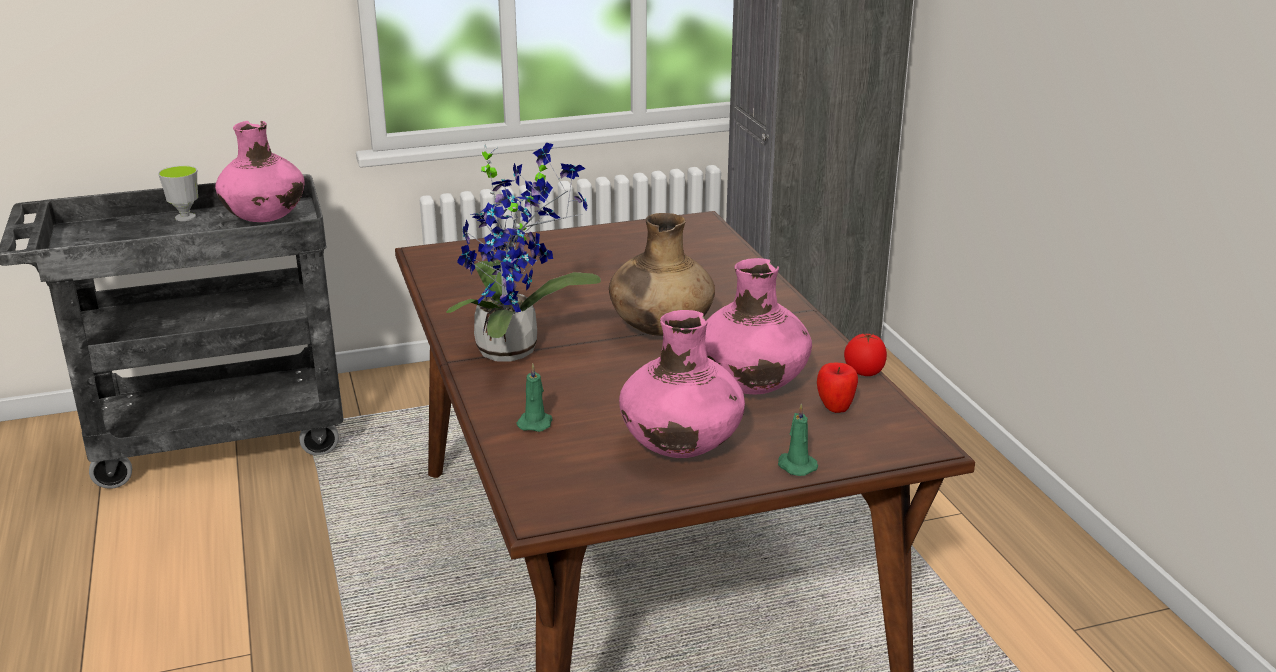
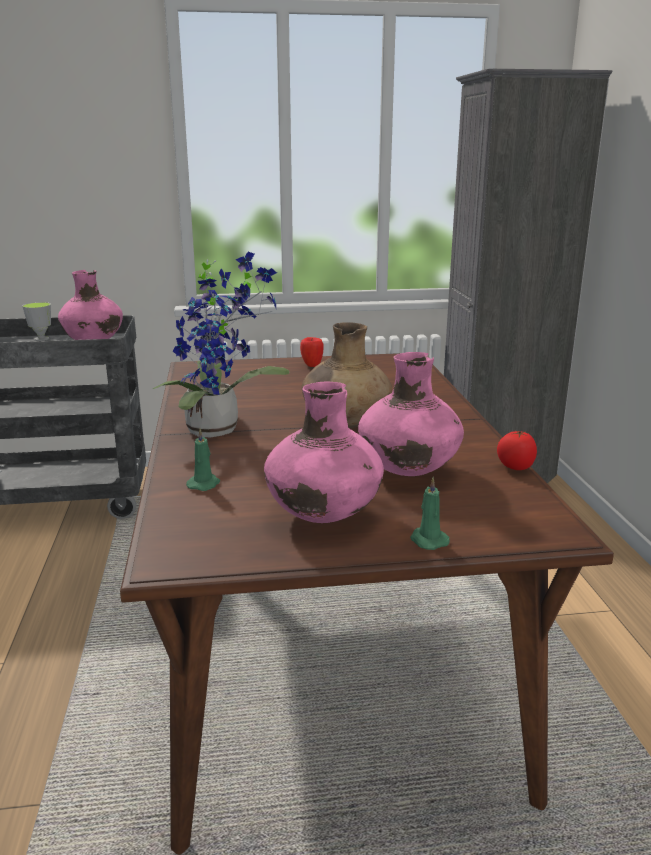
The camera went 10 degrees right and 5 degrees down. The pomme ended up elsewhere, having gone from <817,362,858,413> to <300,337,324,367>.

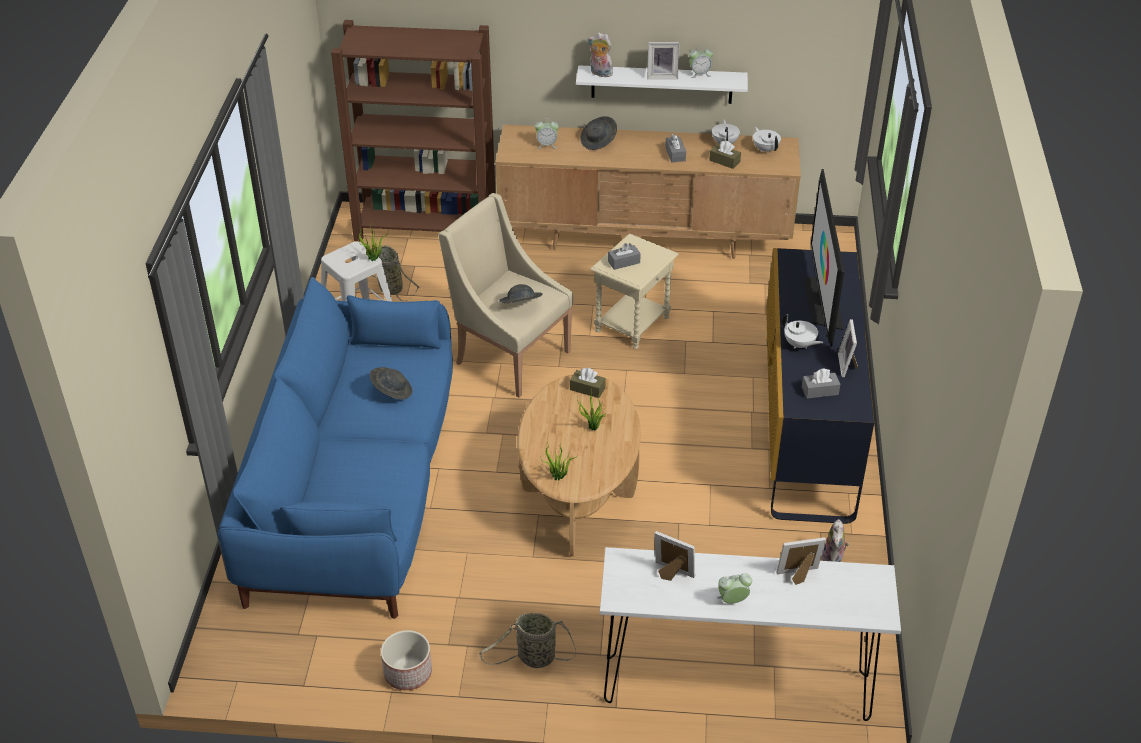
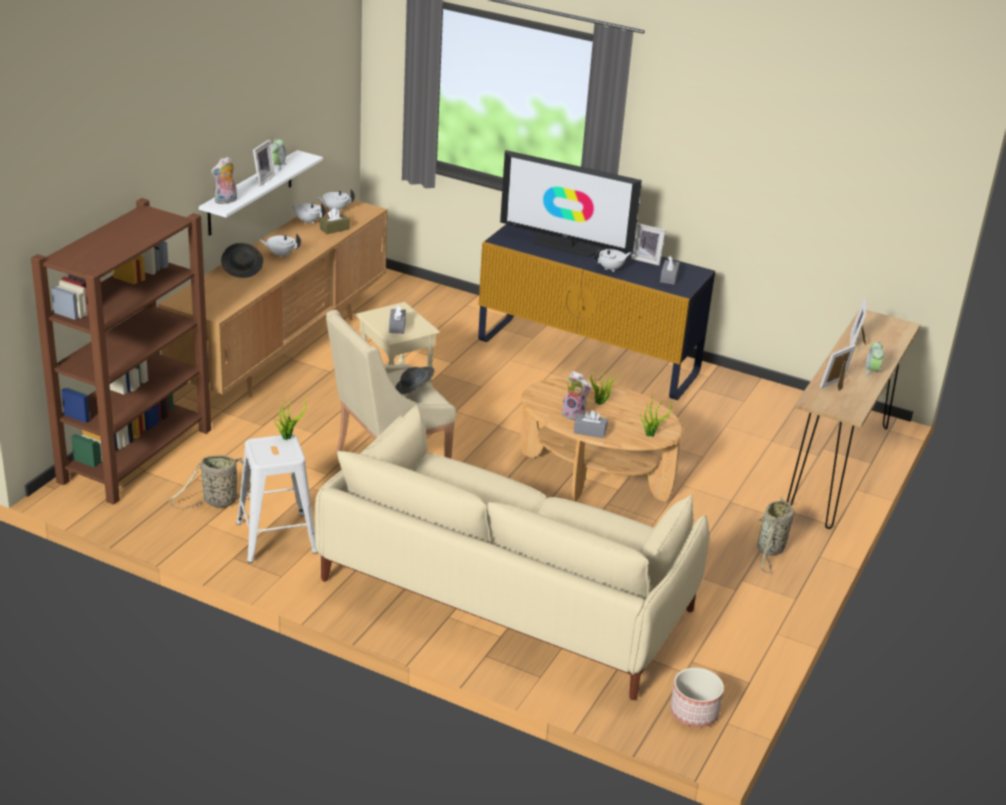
The camera went 70 degrees left and 10 degrees down. The second view gained the théière/blanc at <259,233,301,258>. What was the canapé/bleu at <218,277,453,619> turned into the canapé/beige at <315,405,709,700>. The peluche ended up elsewhere, having gone from <821,519,849,562> to <561,371,592,421>. The boîte à mouchoirs/gris ended up elsewhere, having gone from <665,134,686,162> to <574,410,608,438>. The cache-pot ended up elsewhere, having gone from <381,630,432,690> to <670,668,724,727>. What was the table console/blanc at <600,547,901,721> turned into the table console/marron at <787,309,921,529>. The second view lost the chapeau/gris at <370,367,412,400>. The second view lost the réveil at <535,119,559,148>. The second view lost the boîte à mouchoirs/marron at <570,368,606,398>.

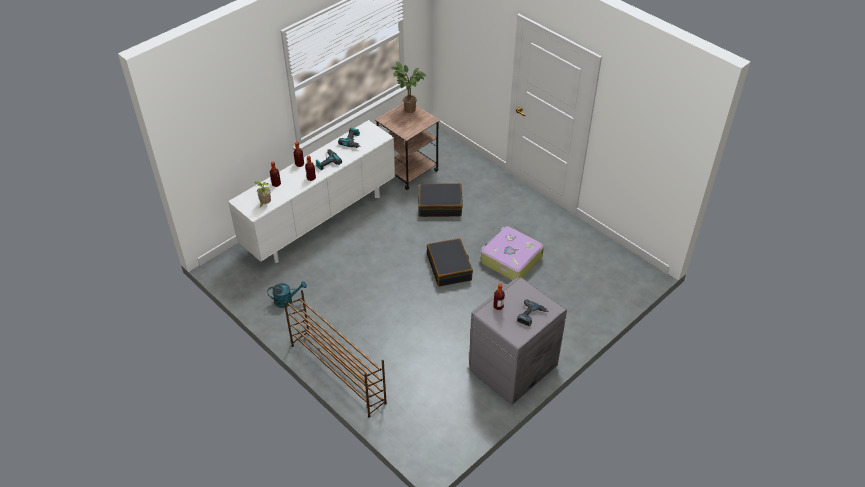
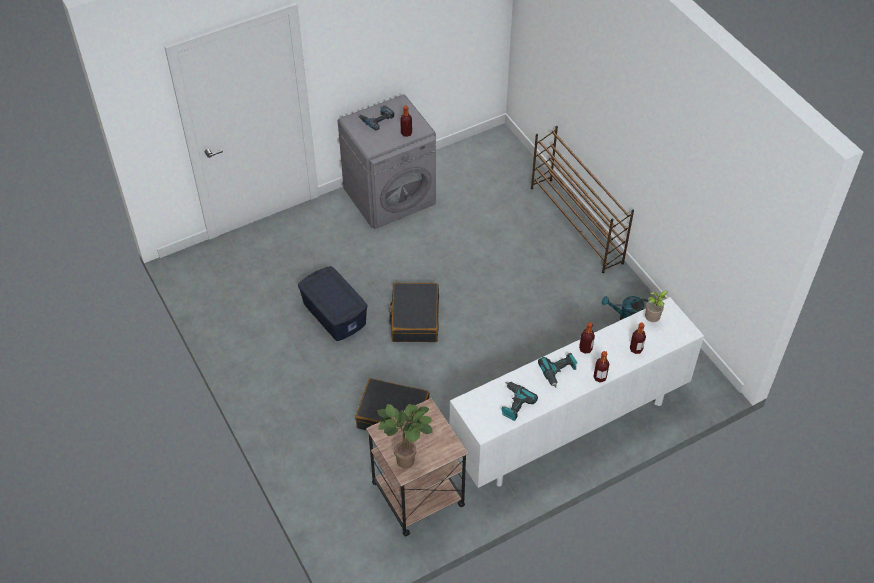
The camera went 165 degrees left and 5 degrees up. Where the valise stood at <481,226,544,280>, the boîte de rangement/bleu came to stand at <298,266,368,341>.

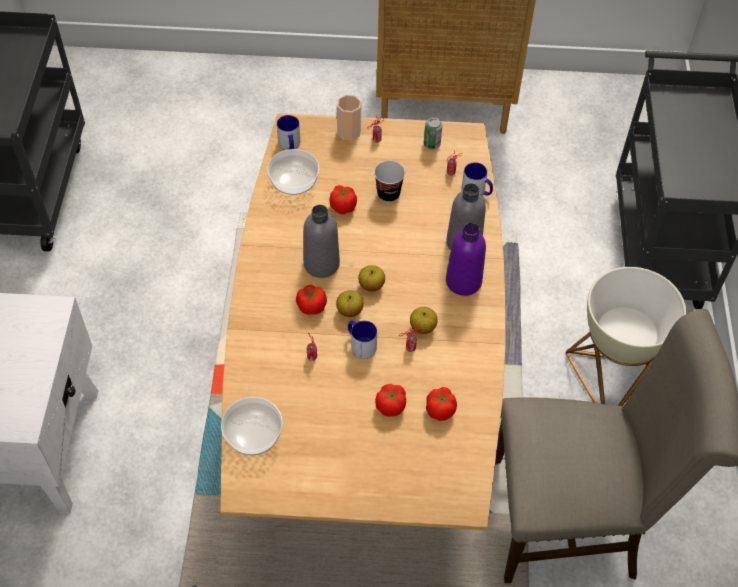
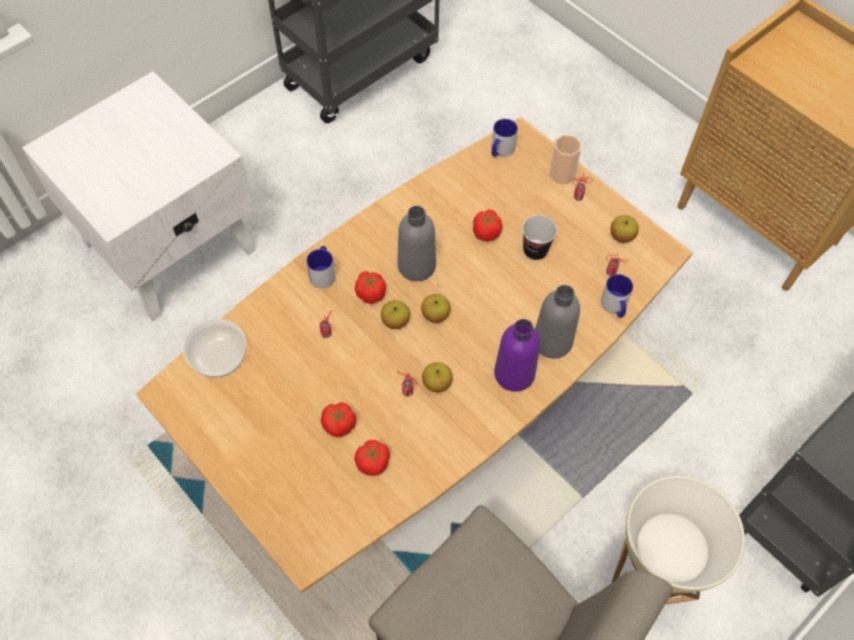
The camera went 45 degrees right and 5 degrees up. The mug ended up elsewhere, having gone from <348,321,377,359> to <306,246,336,288>. Where the boîte métallique stood at <424,117,442,150>, the pomme came to stand at <611,215,639,242>. The second view lost the bol at <267,149,319,195>.

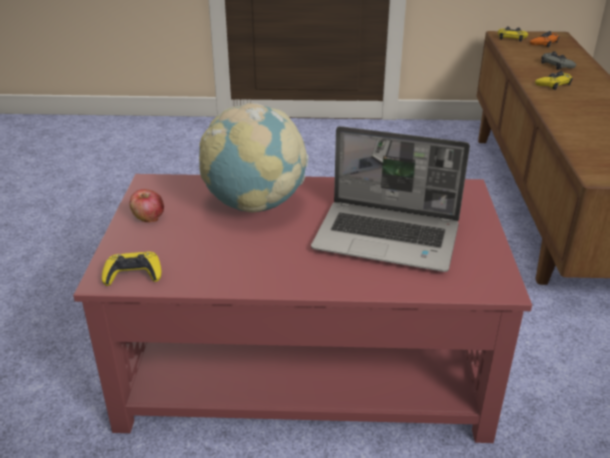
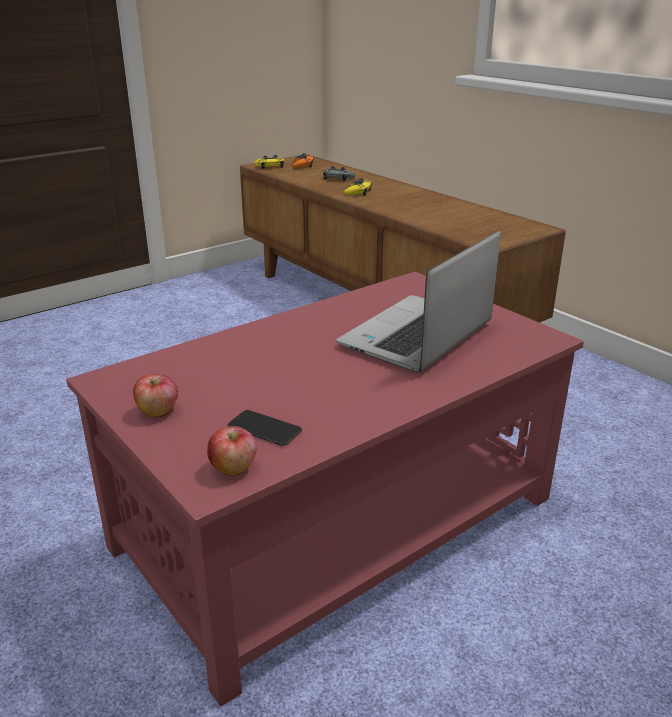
The camera went 40 degrees left and 5 degrees down. Where the manette/jaune stood at <102,252,161,286>, the pomme came to stand at <207,426,257,476>. The second view gained the téléphone at <228,410,302,446>. The ordinateur portable at <311,126,470,272> ended up facing another way, 150 degrees clockwise from before. The second view lost the globe at <199,103,309,212>.

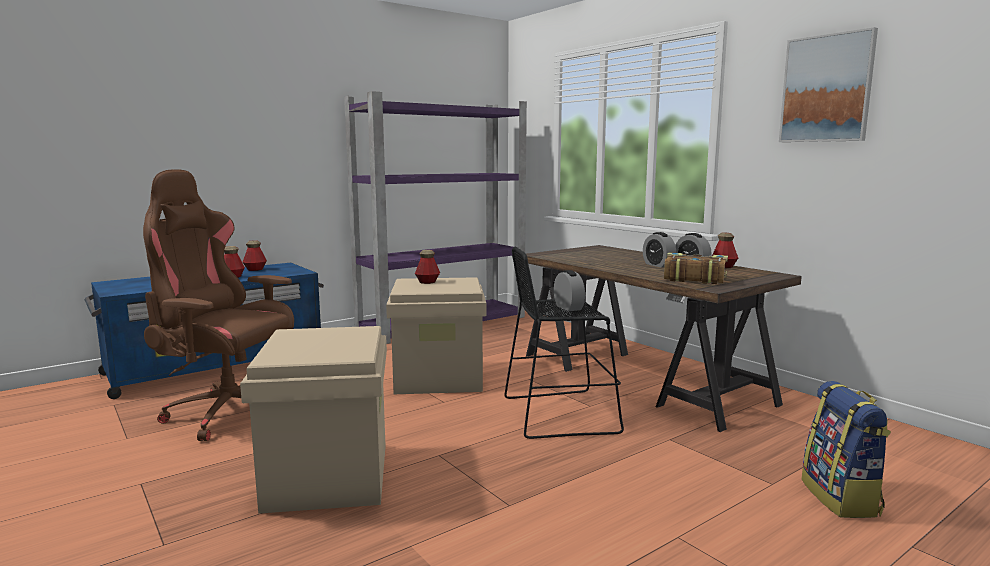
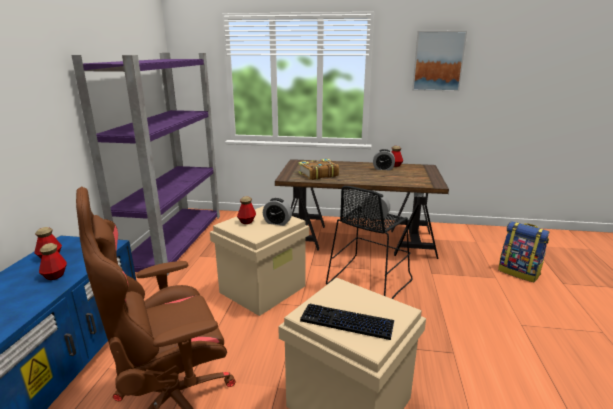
The camera went 45 degrees left and 10 degrees up. The réveil ended up elsewhere, having gone from <643,232,676,268> to <263,198,292,226>. The livre ended up elsewhere, having gone from <664,252,728,284> to <298,159,339,180>. The second view gained the clavier at <300,304,394,340>.

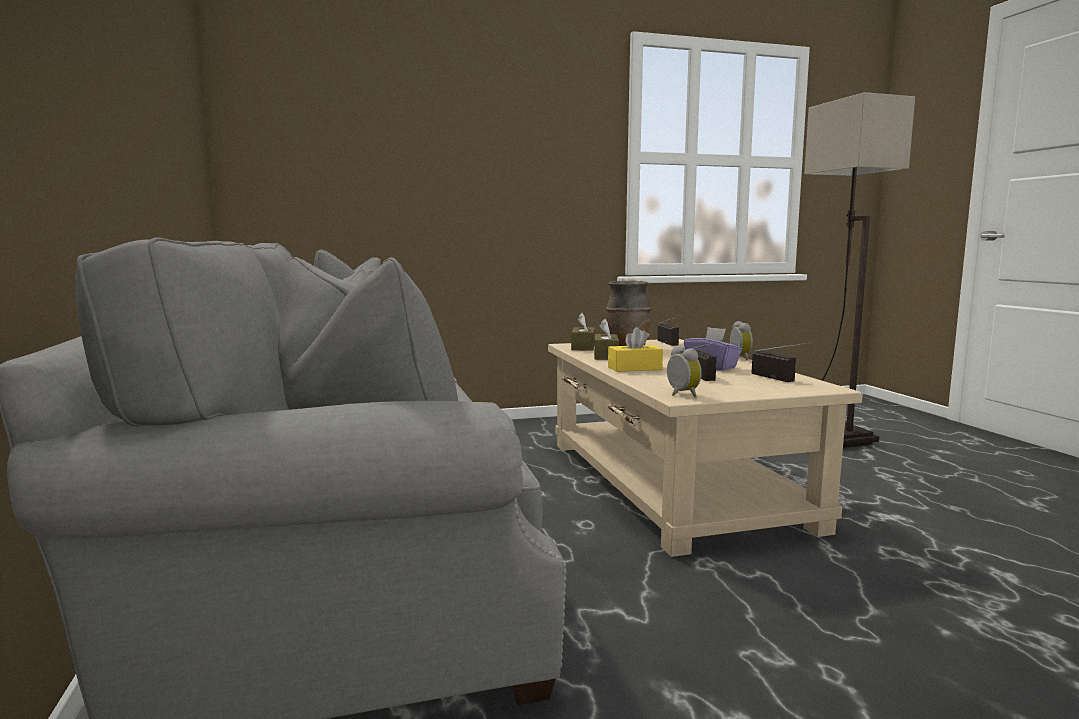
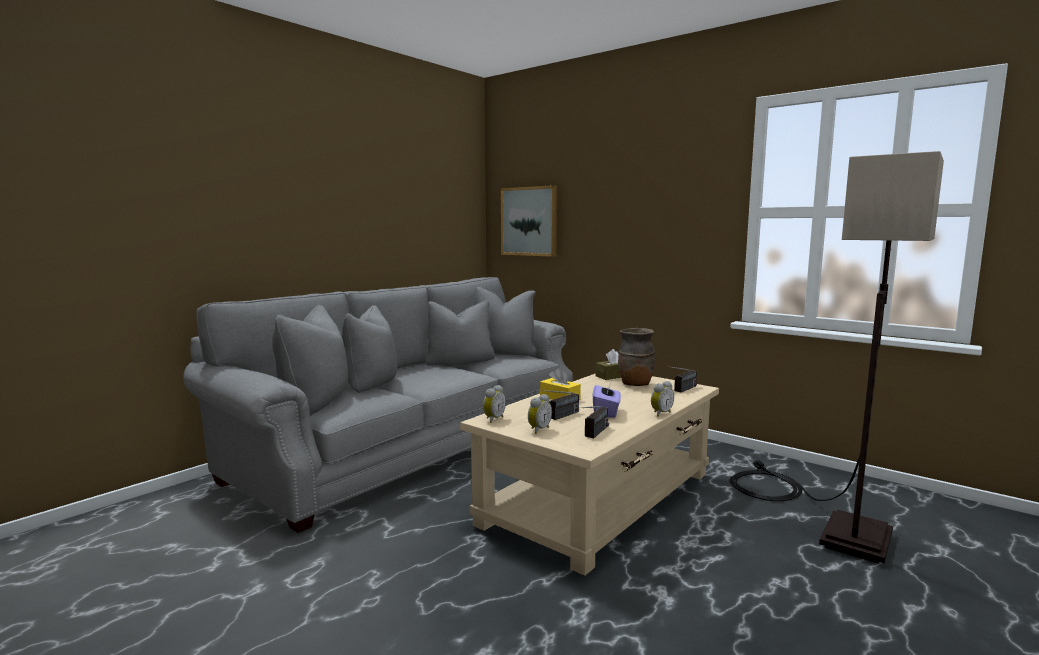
The camera went 55 degrees right and 0 degrees up. The second view gained the tableau at <501,185,557,257>. The second view gained the réveil at <528,394,552,434>. The second view lost the boîte à mouchoirs/marron at <594,319,619,360>.

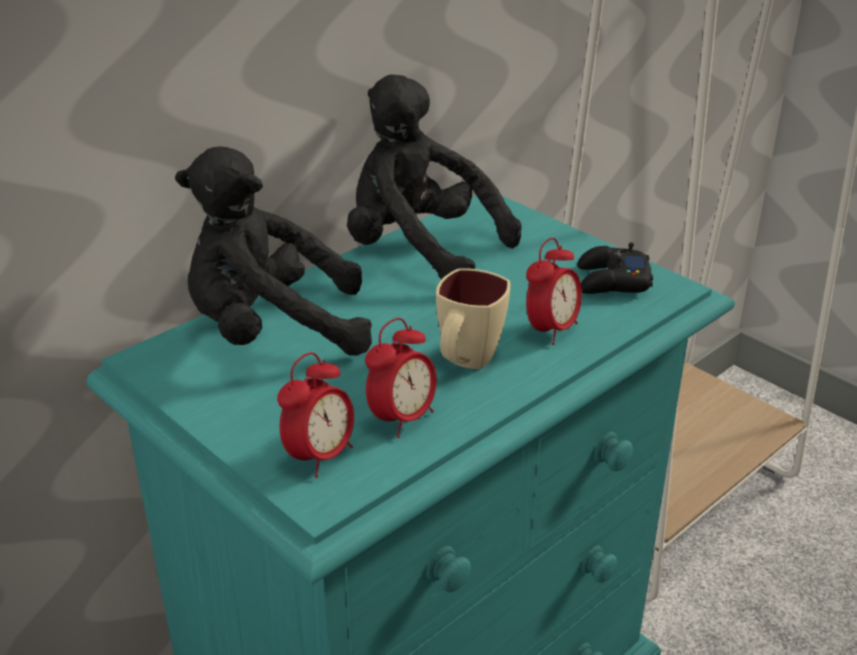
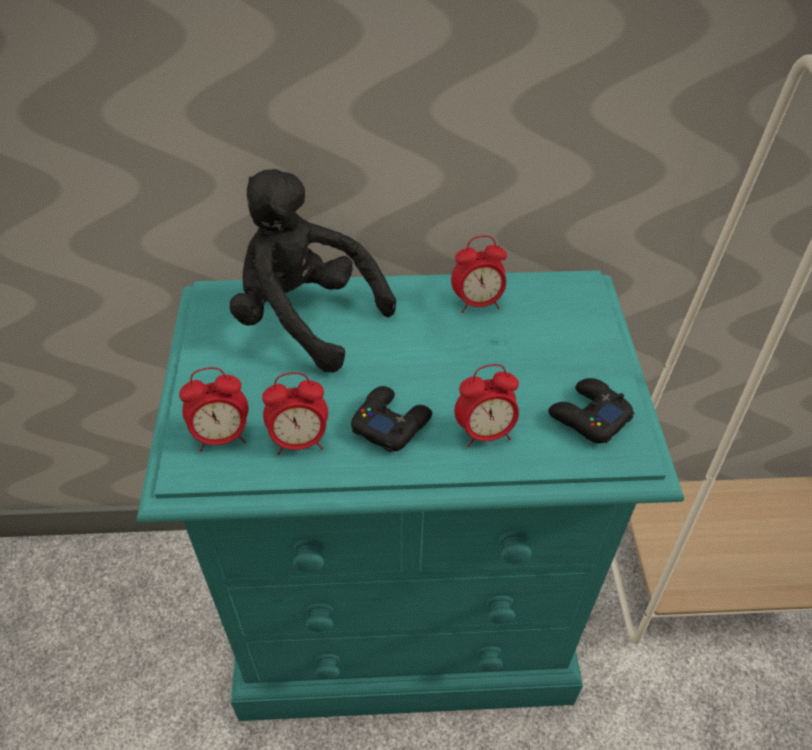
The camera went 40 degrees right and 15 degrees up. Where the mug/beige stood at <436,268,510,369>, the manette/noir came to stand at <351,386,432,452>. Where the peluche/noir stood at <347,74,521,280>, the réveil came to stand at <451,235,507,313>.

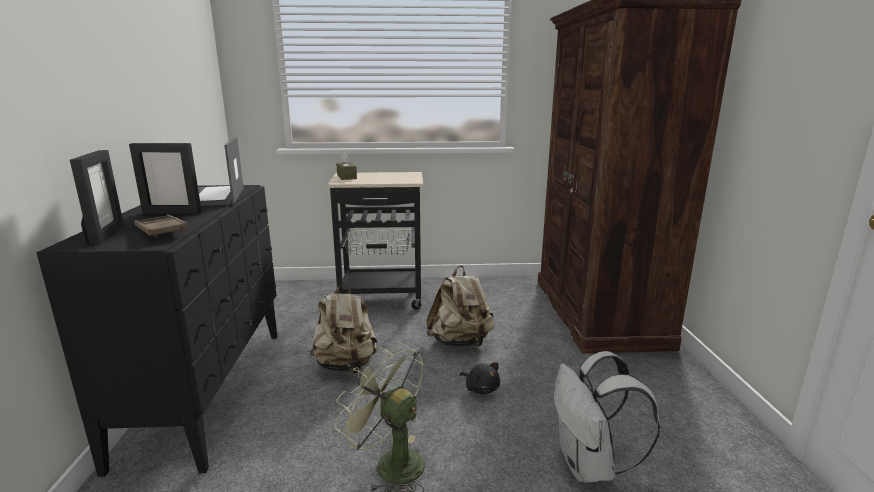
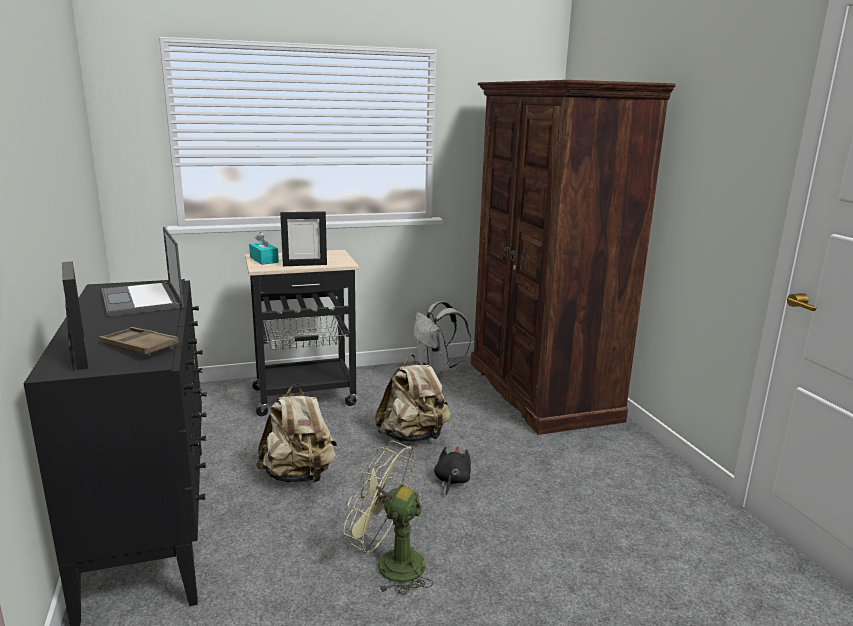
The camera went 15 degrees left and 0 degrees up. What was the boîte à mouchoirs/marron at <336,152,357,180> turned into the boîte à mouchoirs/turquoise at <249,232,279,265>. The cadre photo ended up elsewhere, having gone from <129,143,202,214> to <280,211,327,266>. The sac à dos/blanc ended up elsewhere, having gone from <554,351,660,482> to <414,301,471,374>. The peluche/noir at <460,363,500,394> ended up facing another way, 105 degrees counterclockwise from before.

